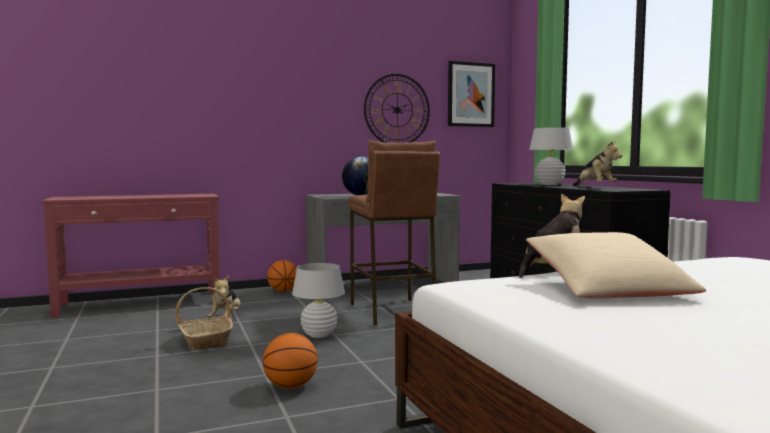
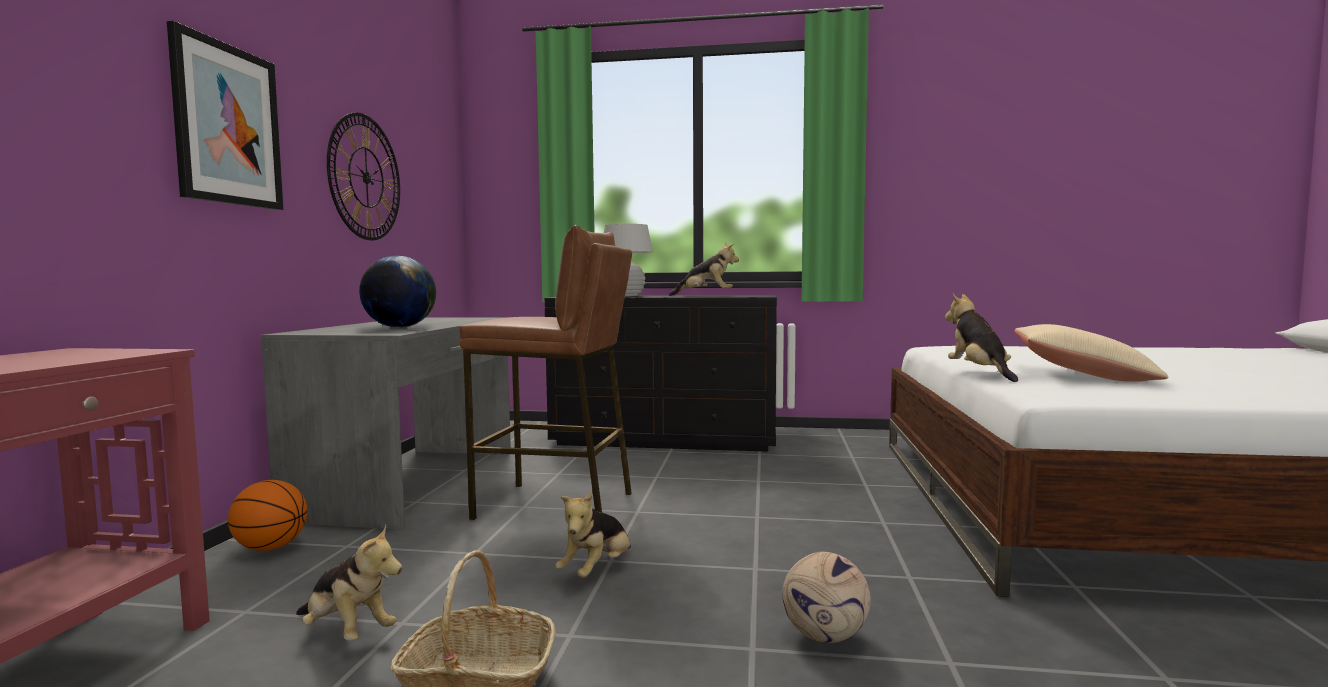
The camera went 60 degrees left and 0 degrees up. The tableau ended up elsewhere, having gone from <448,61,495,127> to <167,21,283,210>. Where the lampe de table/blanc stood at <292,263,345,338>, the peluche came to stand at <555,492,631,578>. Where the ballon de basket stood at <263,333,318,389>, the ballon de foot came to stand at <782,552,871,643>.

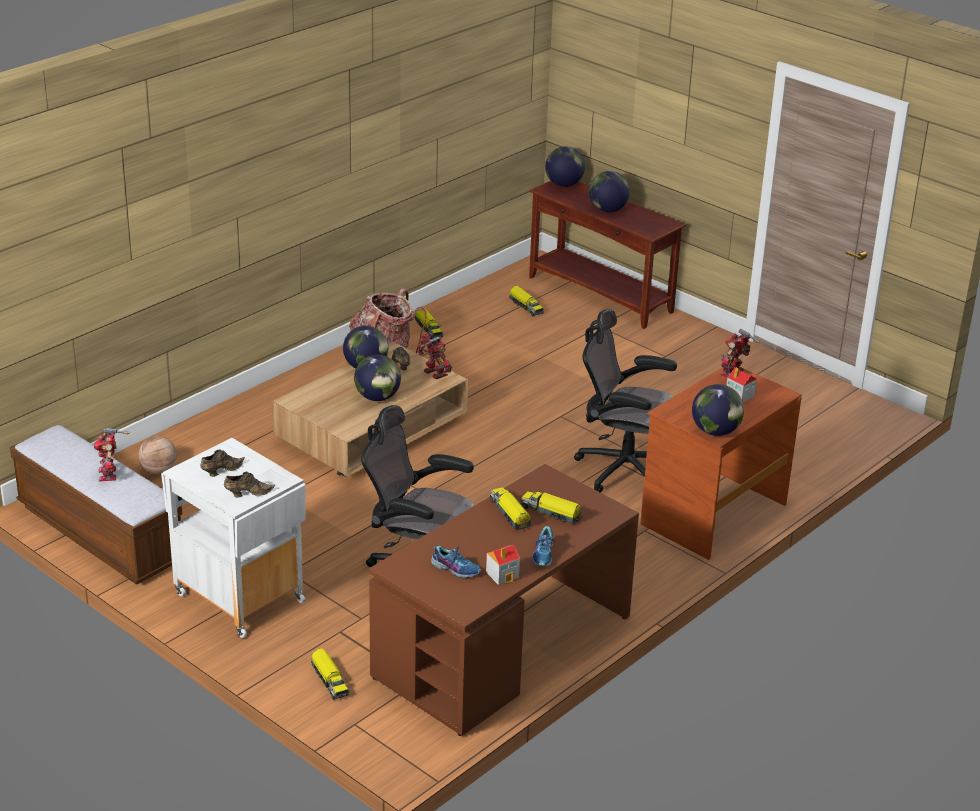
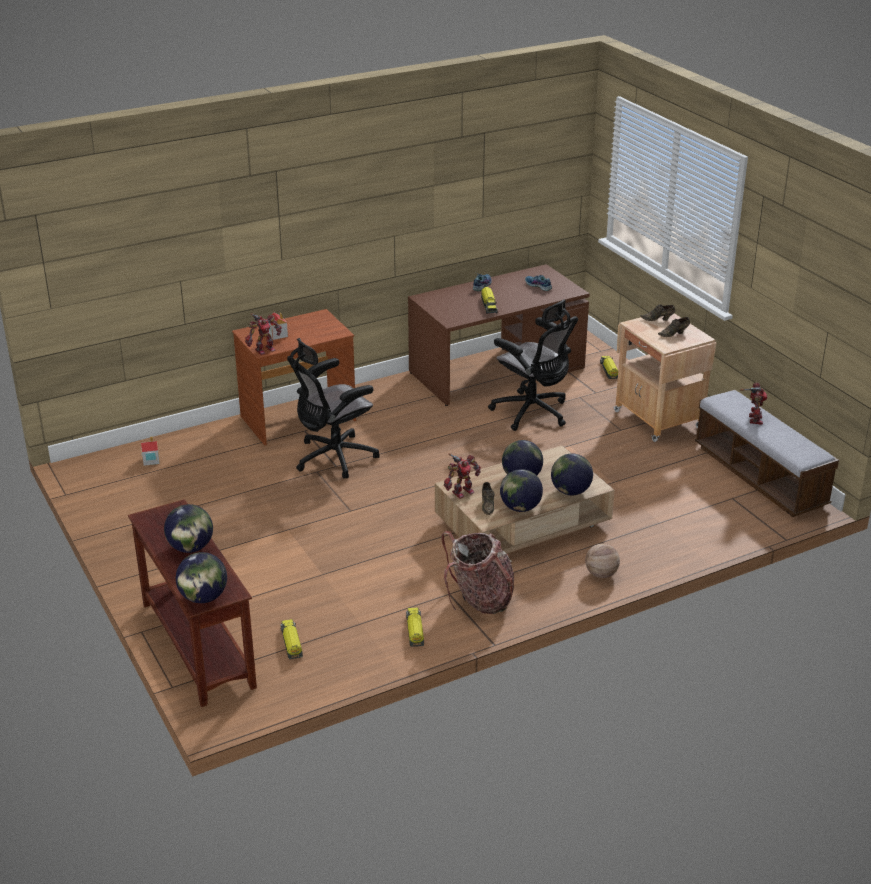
The camera went 160 degrees left and 0 degrees up. The maison miniature ended up elsewhere, having gone from <486,545,520,585> to <141,437,160,466>. The chaise de bureau at <574,309,677,493> ended up facing another way, 105 degrees clockwise from before. The robot jouet at <417,332,452,379> ended up facing another way, 105 degrees counterclockwise from before. The globe ended up elsewhere, having gone from <692,384,744,436> to <551,453,593,495>. The ballon de basket ended up elsewhere, having gone from <139,436,177,474> to <585,543,620,578>. What was the chariot/blanc at <161,438,306,638> turned into the chariot/marron at <613,313,717,442>. The second view lost the camion jouet at <521,491,583,524>.

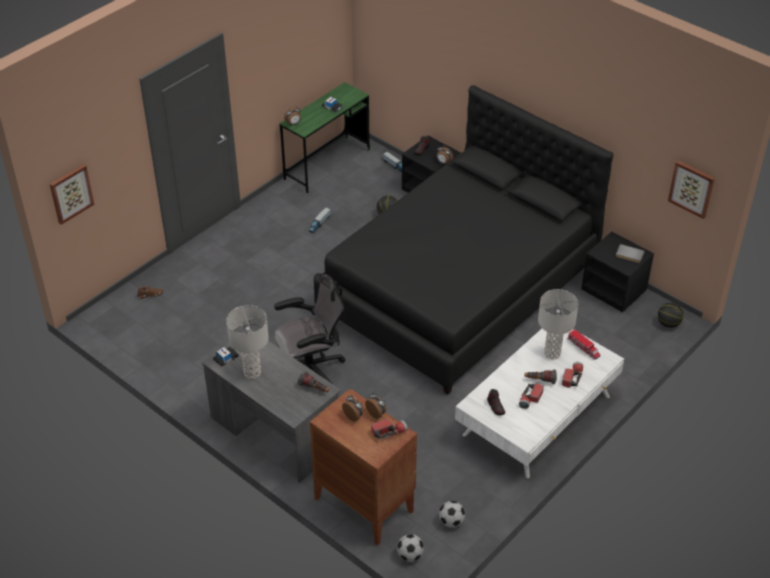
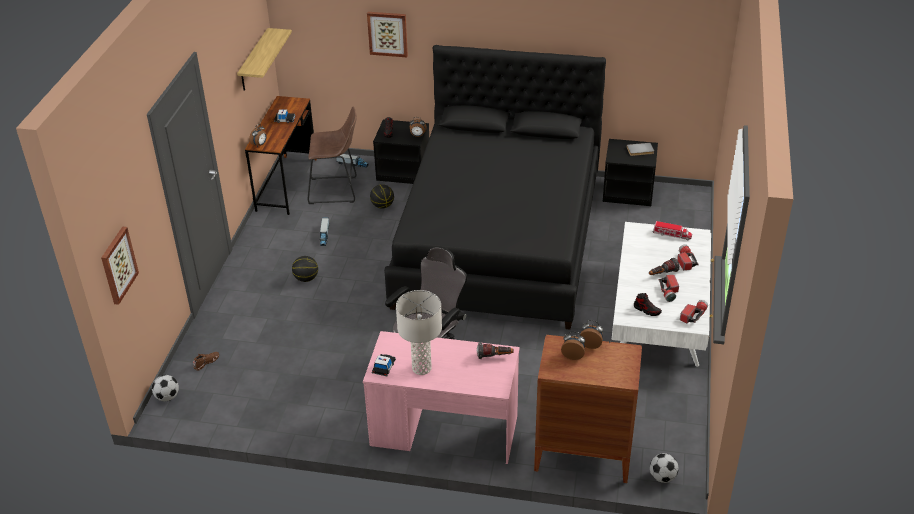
The camera went 30 degrees left and 5 degrees down. The ballon de foot ended up elsewhere, having gone from <439,501,465,528> to <152,375,179,401>. The second view gained the étagère at <237,28,292,91>. What was the bureau/vert at <280,82,370,193> turned into the bureau/marron at <245,96,317,215>. The ballon de basket ended up elsewhere, having gone from <658,303,684,328> to <292,256,318,282>. The second view gained the tabouret/marron at <308,106,357,204>. What was the bureau/gris at <202,329,341,483> turned into the bureau/rose at <363,331,520,464>. The tableau ended up elsewhere, having gone from <668,161,715,219> to <367,12,408,57>. The lampe de poche ended up elsewhere, having gone from <371,419,408,440> to <680,300,708,323>. The second view lost the lampe de table/blanc at <538,289,579,359>.

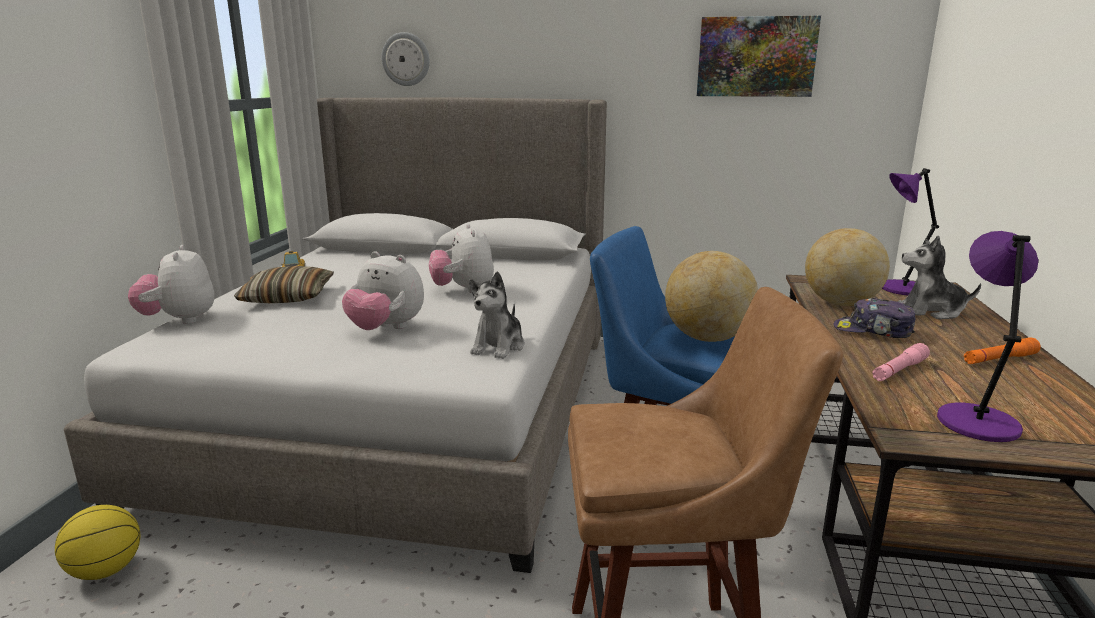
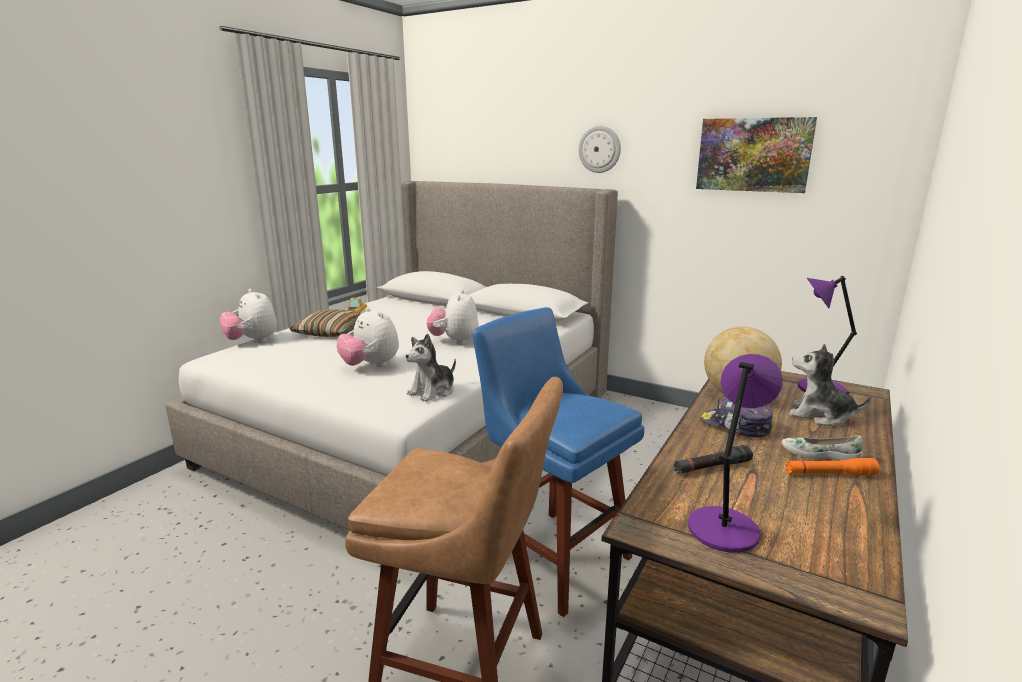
The camera went 20 degrees right and 0 degrees up. The peluche at <128,245,215,324> ended up facing another way, 45 degrees counterclockwise from before. The horloge murale ended up elsewhere, having gone from <381,32,430,86> to <578,125,621,173>. What was the lampe de poche/rose at <872,343,930,381> turned into the lampe de poche/noir at <673,445,753,474>. The second view gained the chaussure/blanc at <782,435,863,460>. The second view lost the ballon de basket at <55,505,140,580>. The second view lost the globe at <665,251,758,342>.

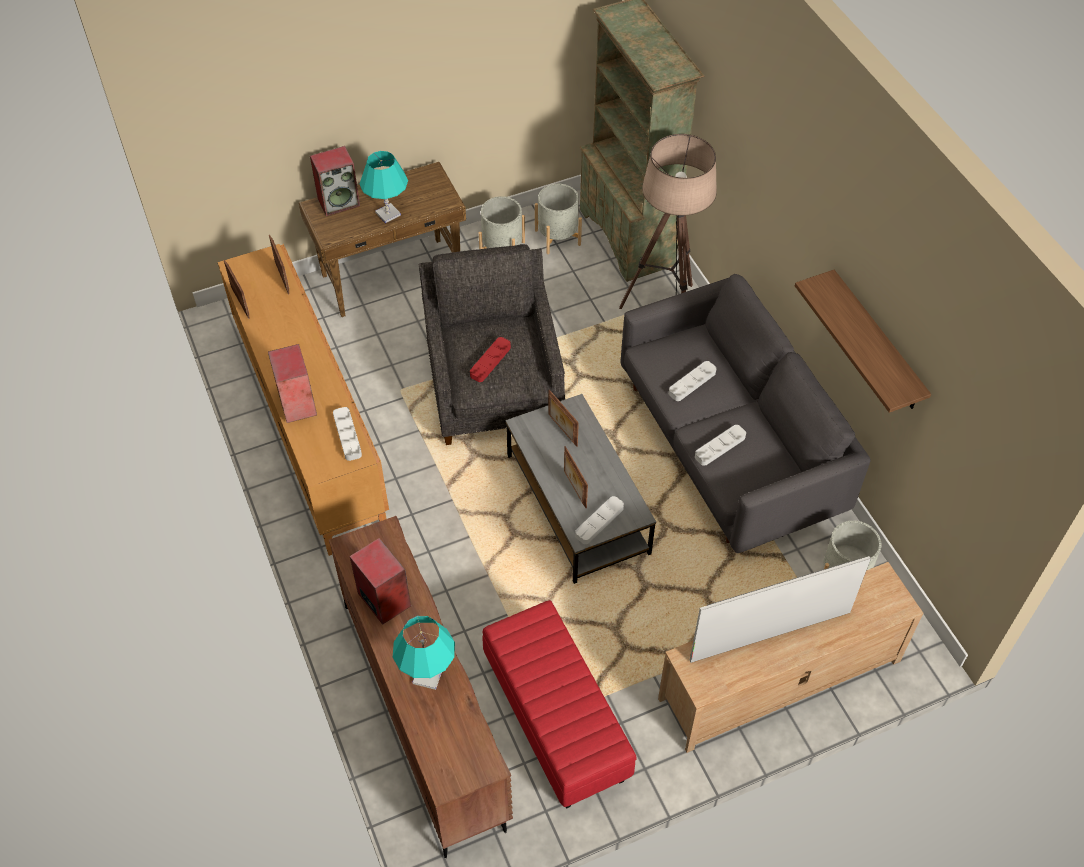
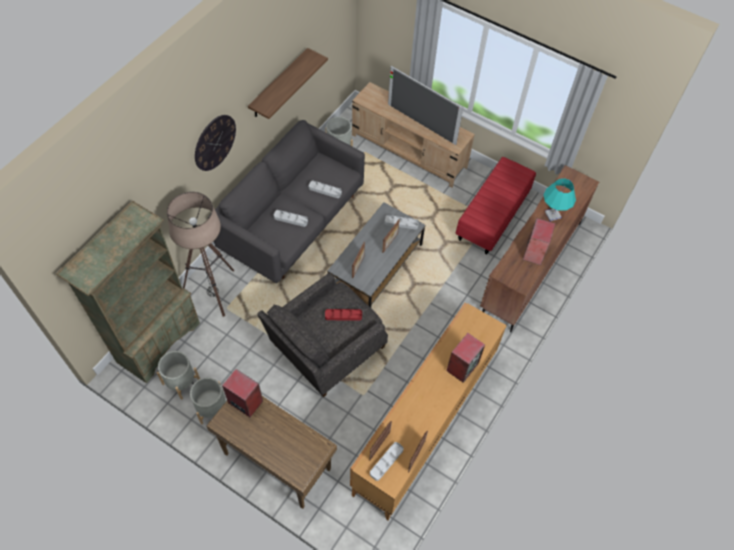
The camera went 125 degrees left and 5 degrees up. The second view gained the horloge murale at <195,115,236,171>. The enceinte ended up elsewhere, having gone from <310,146,360,216> to <222,369,263,417>. The plateau/gris ended up elsewhere, having gone from <333,407,362,461> to <370,442,404,481>. The second view lost the lampe de table/turquoise at <360,151,408,223>.

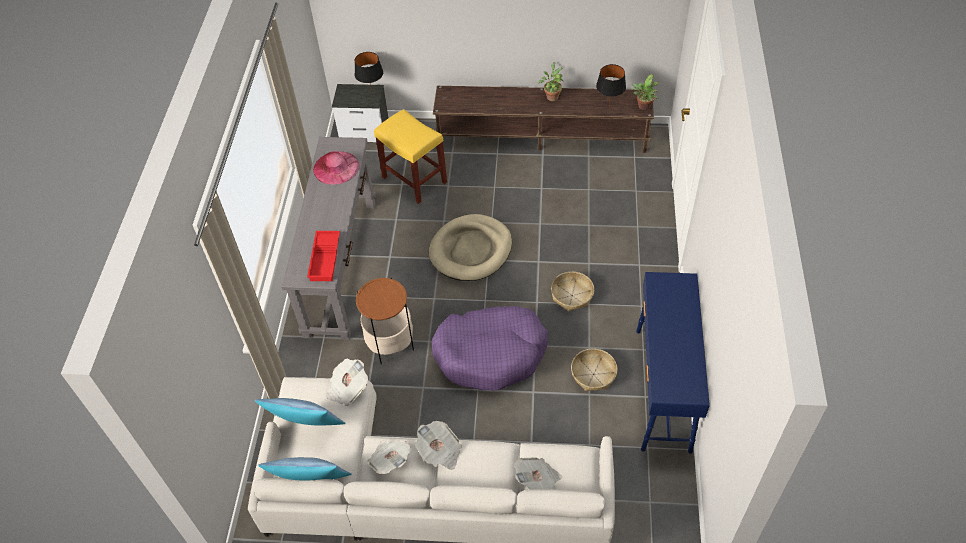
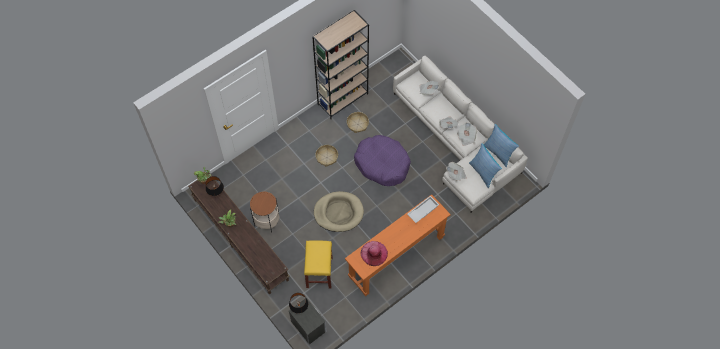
The camera went 135 degrees left and 10 degrees up. The table d'appoint ended up elsewhere, having gone from <356,278,414,364> to <250,192,280,232>. Where the table console/bleu stood at <636,272,710,454>, the bibliothèque/beige came to stand at <312,10,369,119>. What was the table console/gris at <281,137,375,340> turned into the table console/orange at <345,194,451,296>. What was the plateau/rouge at <307,231,340,281> turned into the plateau/blanc at <407,196,439,223>.

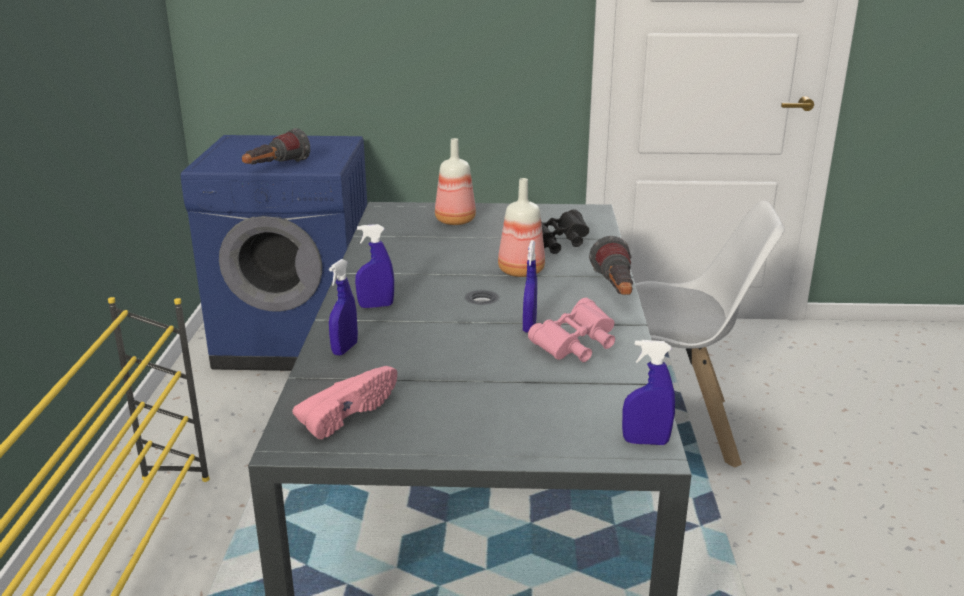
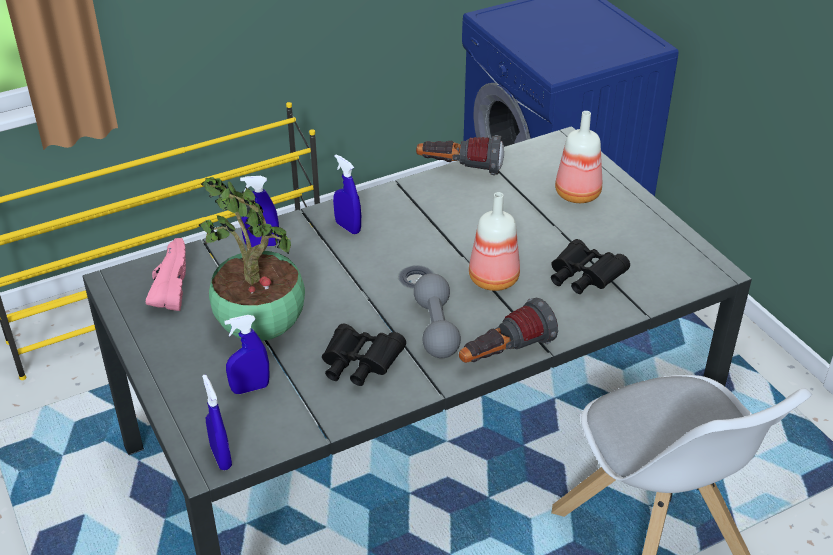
The camera went 60 degrees right and 15 degrees up. The chaussure/rose at <292,366,397,439> ended up facing another way, 105 degrees counterclockwise from before. The second view gained the plante en pot at <199,177,305,341>. The vaporisateur/bleu ended up elsewhere, having gone from <523,240,537,333> to <224,315,270,394>. What was the jumelles/rose at <528,298,615,362> turned into the jumelles/noir at <322,324,406,386>. The second view gained the haltère/gris at <414,273,461,358>. The lampe de poche ended up elsewhere, having gone from <242,128,310,164> to <416,135,504,175>.

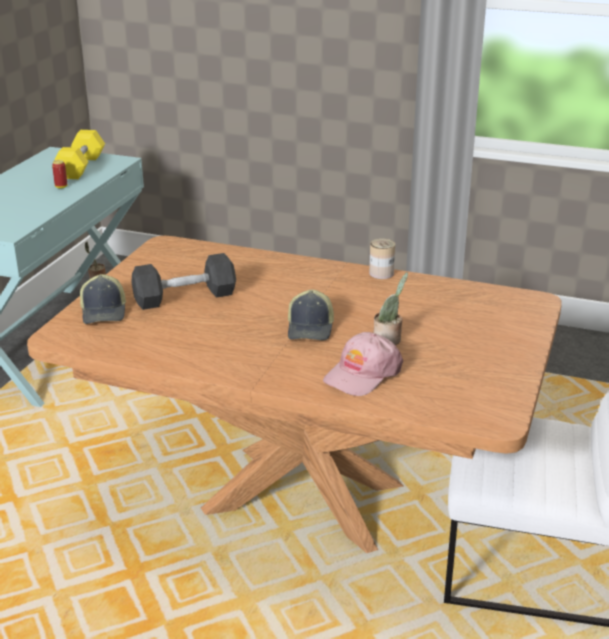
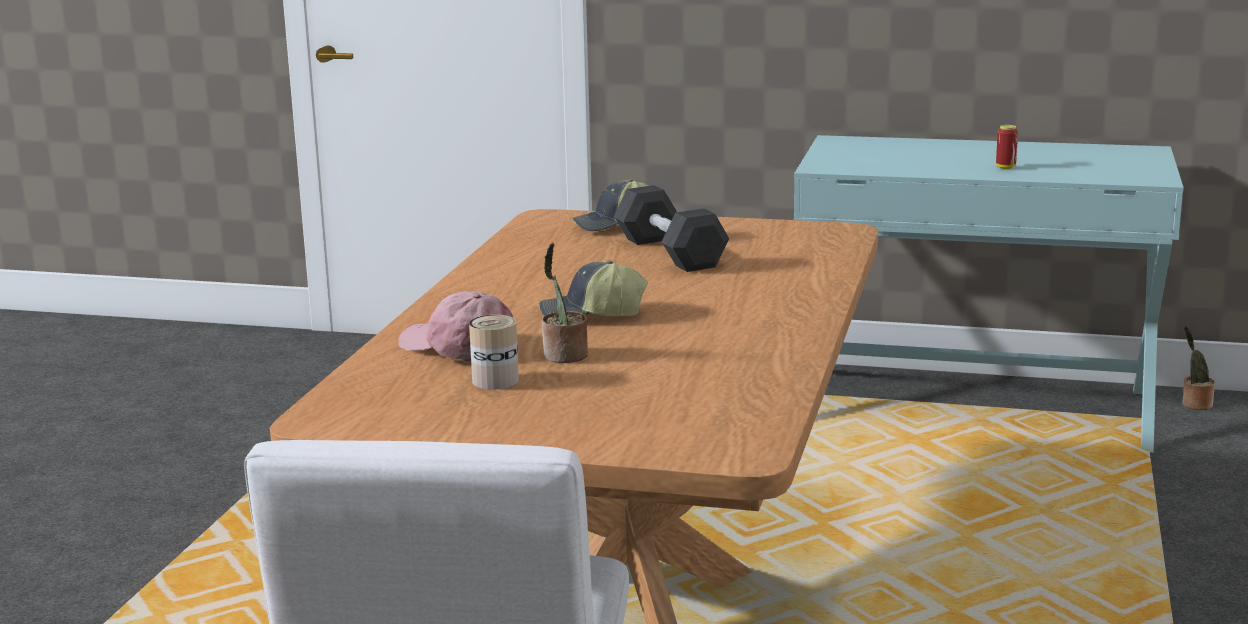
The camera went 85 degrees right and 10 degrees down. The boîte métallique ended up elsewhere, having gone from <369,239,395,279> to <469,315,519,390>. The second view lost the haltère/jaune at <54,130,105,179>.

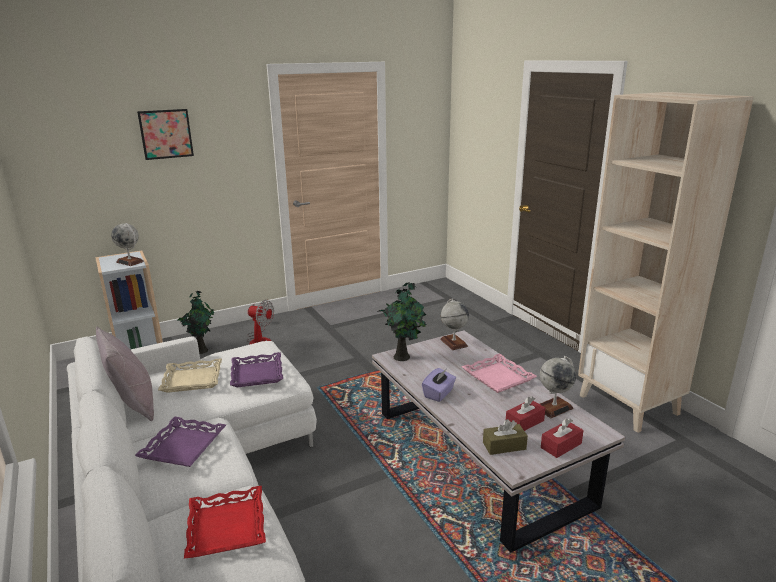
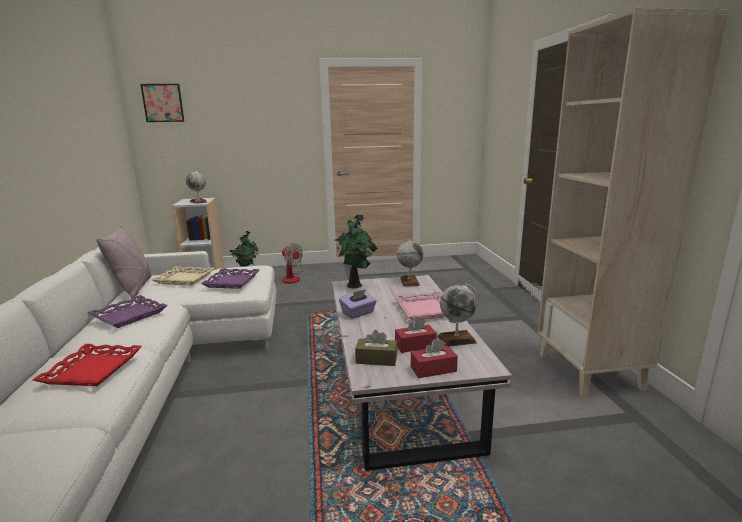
The camera went 20 degrees right and 5 degrees down. The tableau ended up elsewhere, having gone from <137,109,194,160> to <140,84,185,122>.

